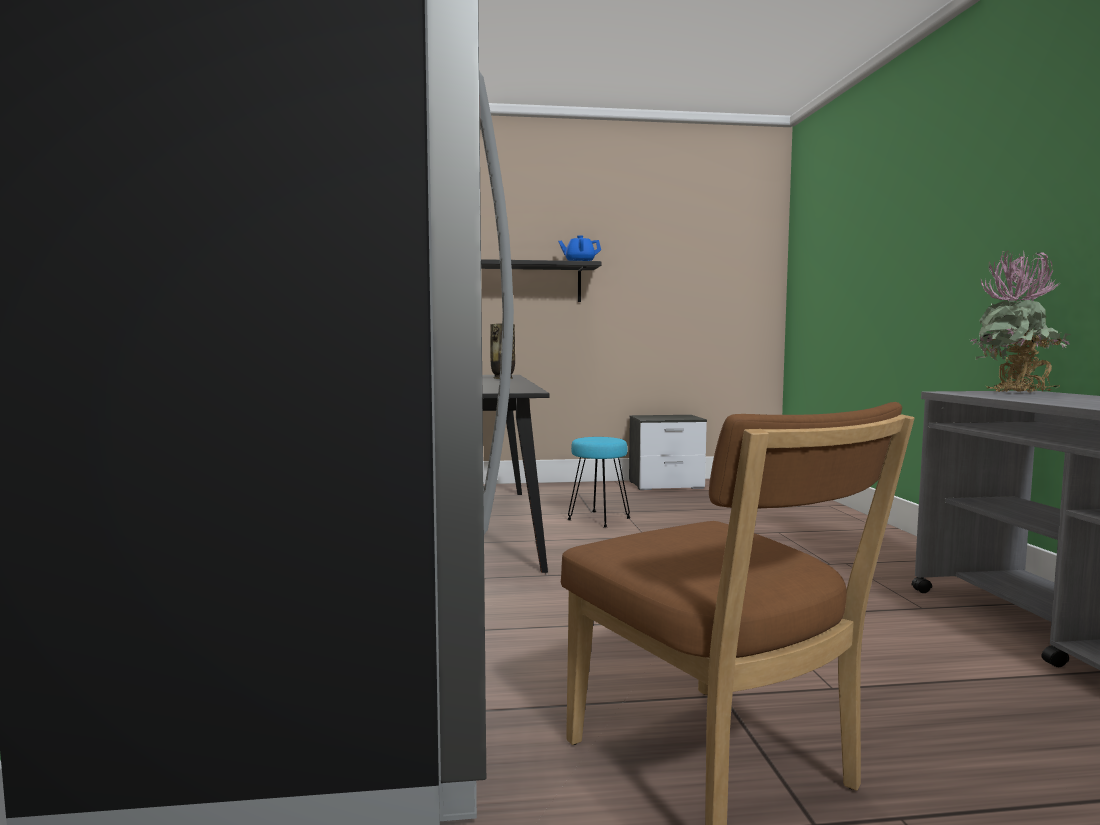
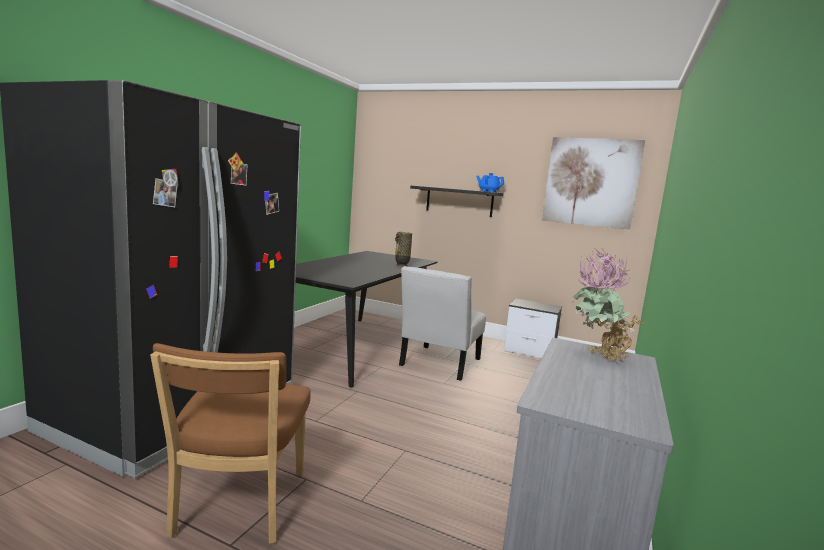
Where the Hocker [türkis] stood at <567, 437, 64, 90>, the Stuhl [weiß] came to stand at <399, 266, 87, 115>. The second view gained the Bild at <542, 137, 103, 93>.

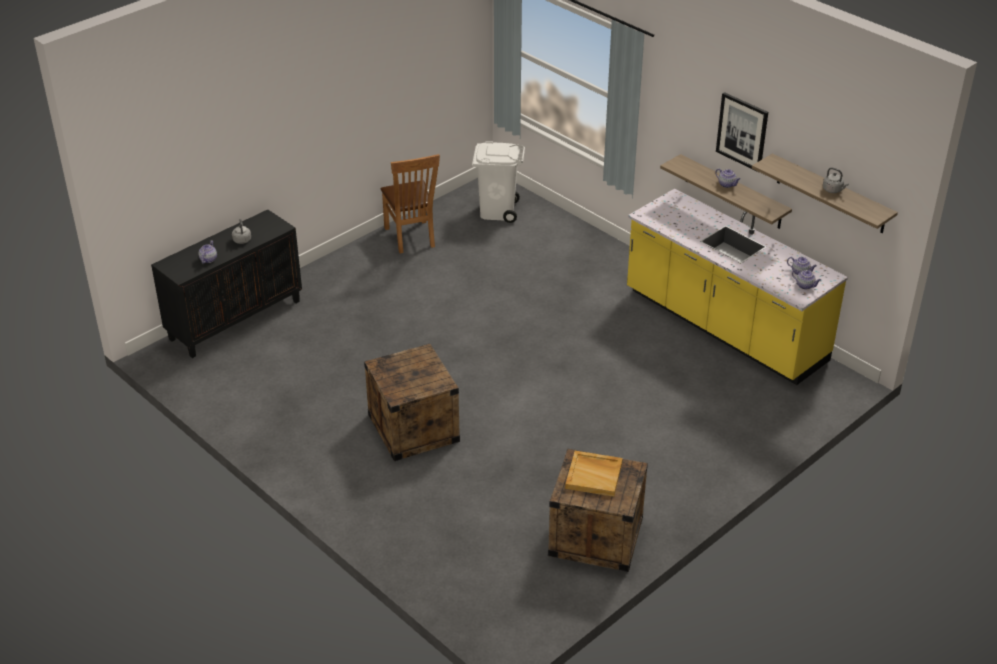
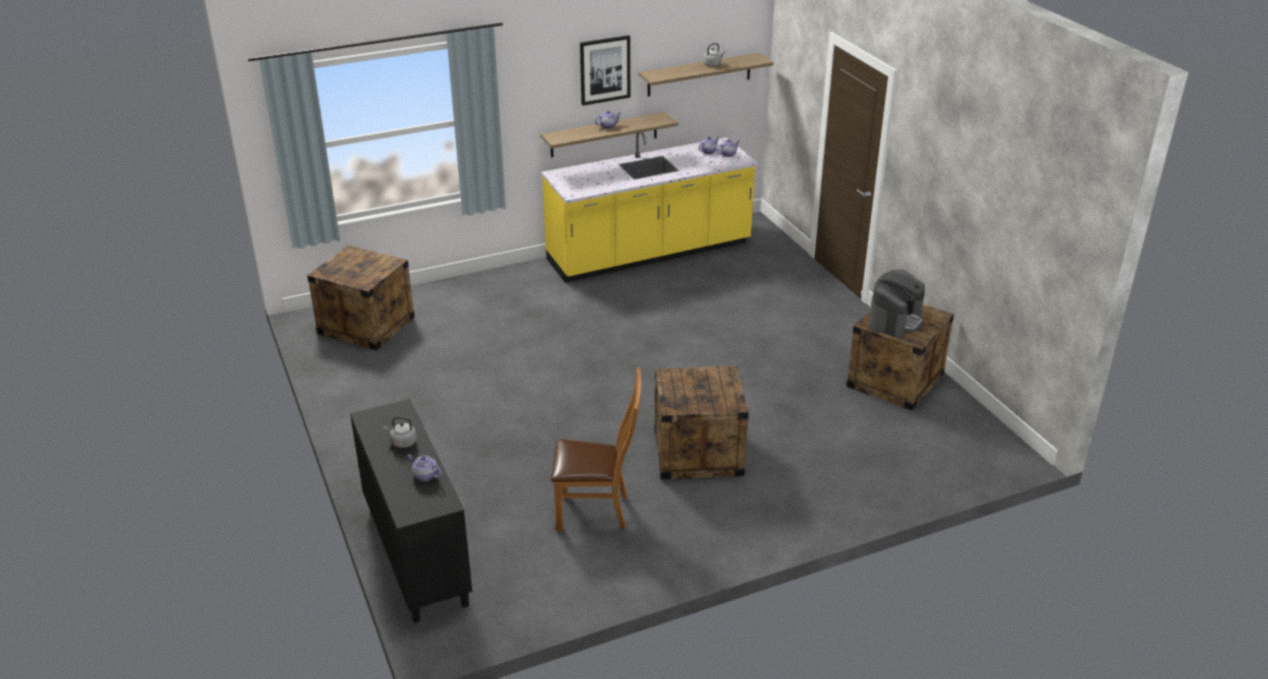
Where the Mülleimer [weiß] stood at <472, 141, 53, 82>, the Kiste came to stand at <307, 245, 108, 106>. The Stuhl [braun] ended up elsewhere, having gone from <381, 154, 59, 99> to <551, 367, 90, 164>. Where the Tablett [beige] stood at <565, 451, 58, 46>, the Kaffeemaschine came to stand at <869, 269, 56, 69>.

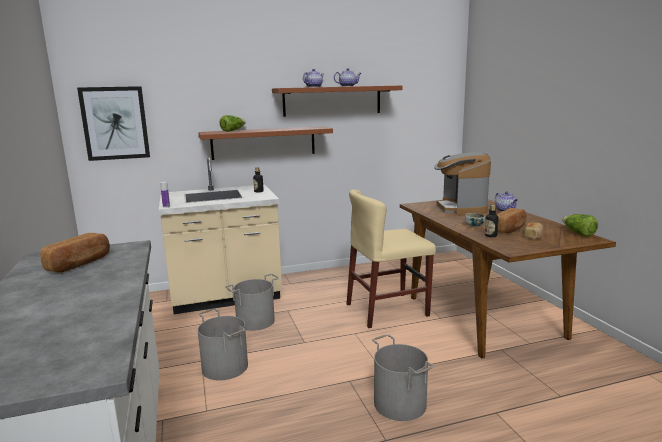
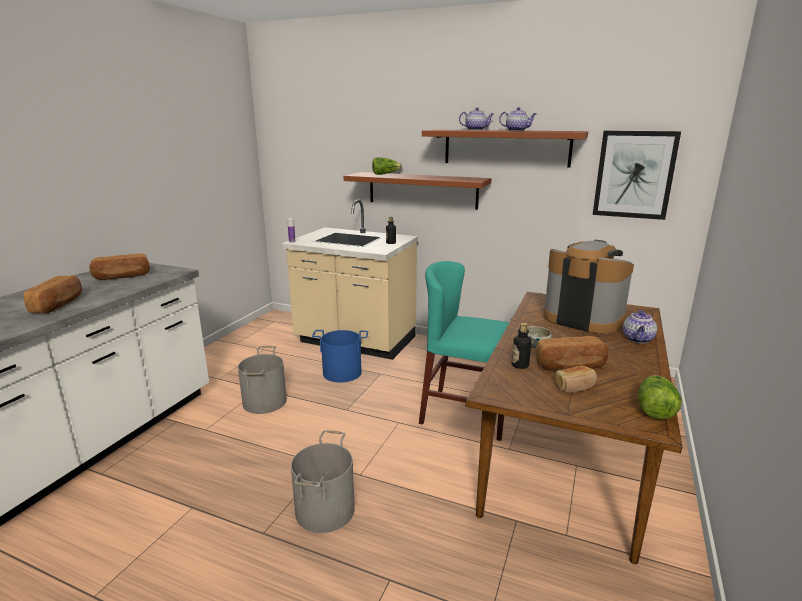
The second view gained the Brot at <23, 275, 59, 38>. What was the Eimer [grau] at <225, 274, 54, 57> turned into the Eimer [blau] at <312, 330, 56, 53>. What was the Stuhl [beige] at <347, 190, 89, 138> turned into the Stuhl [türkis] at <419, 261, 91, 180>. The Kaffeemaschine at <434, 152, 57, 63> ended up facing another way, 90 degrees clockwise from before. The Bild ended up elsewhere, having gone from <77, 86, 73, 75> to <593, 131, 88, 89>.

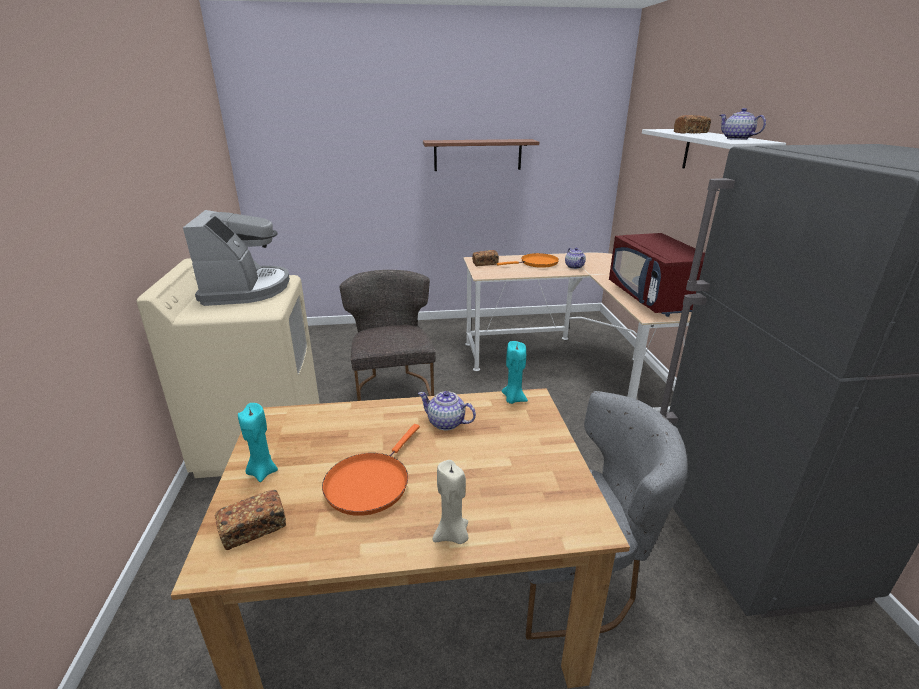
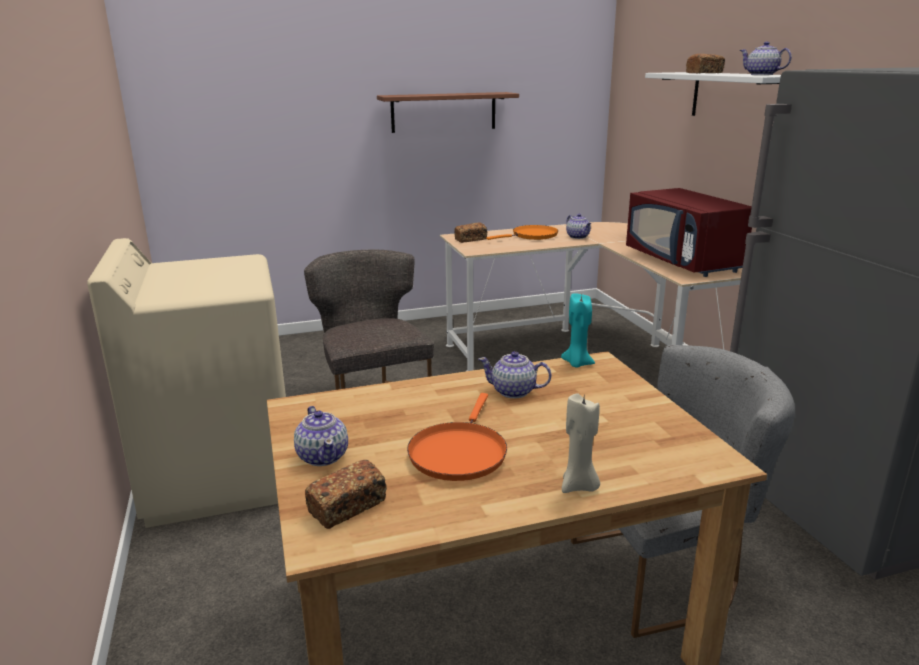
Where the Kerze [türkis] stood at <238, 403, 40, 79>, the Teekanne came to stand at <294, 406, 54, 60>. The second view lost the Kaffeemaschine at <183, 210, 107, 96>.

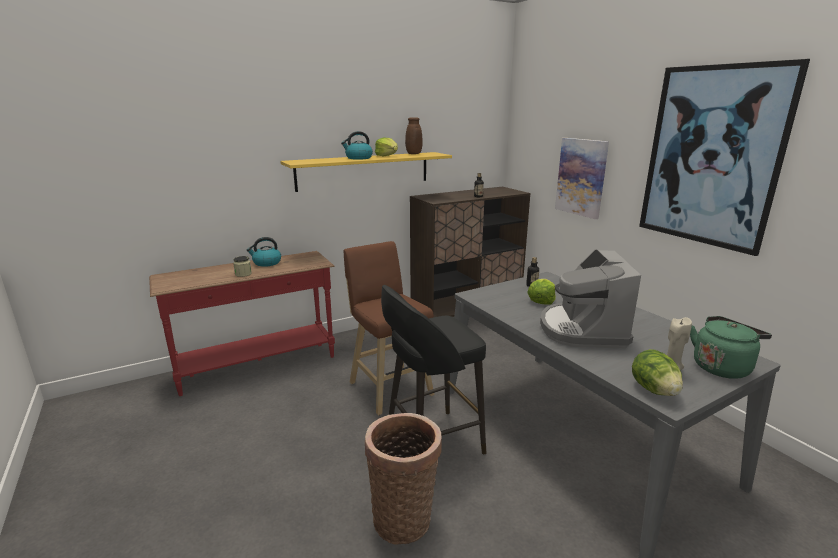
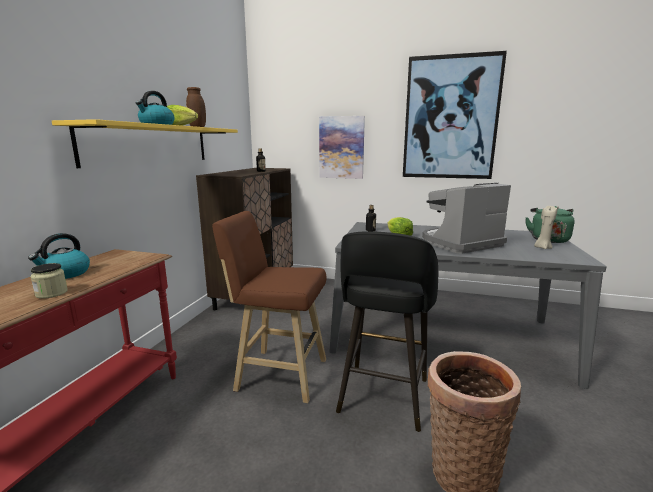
The Kaffeemaschine at <540, 249, 101, 99> ended up facing another way, 105 degrees clockwise from before. The second view lost the Salatkopf at <632, 349, 51, 47>.

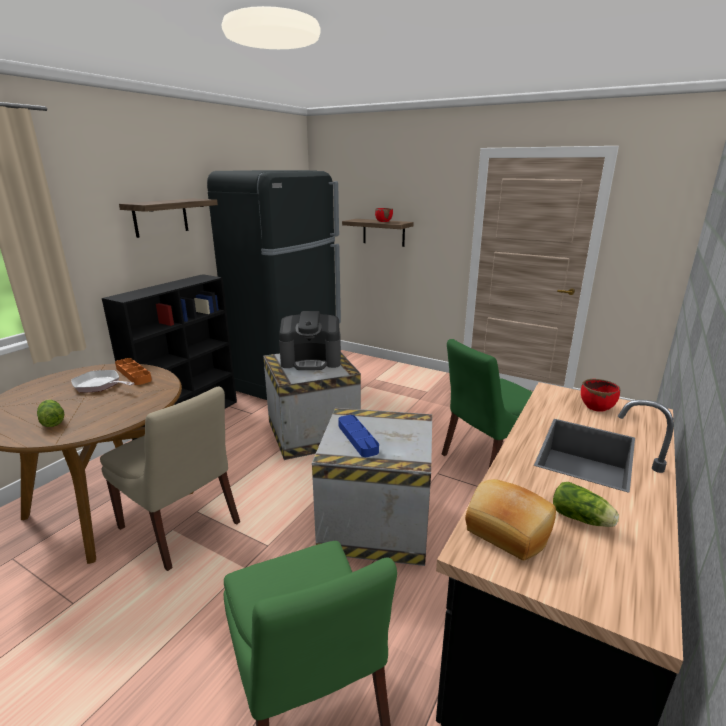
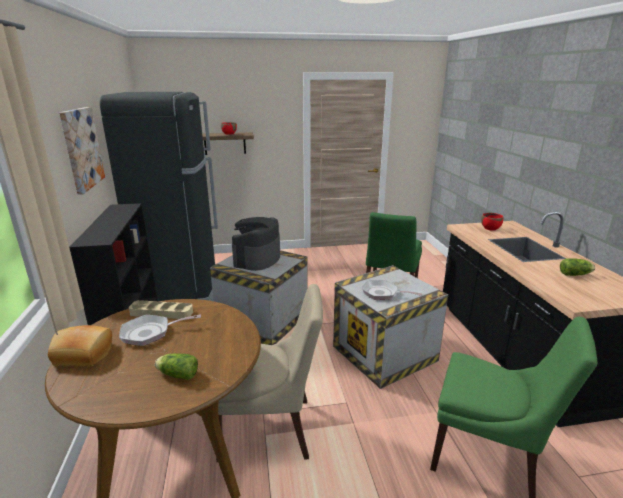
The Brot ended up elsewhere, having gone from <465, 479, 91, 81> to <48, 325, 64, 41>. Where the Wandregal hung at <119, 198, 99, 40>, the Bild came to hang at <59, 107, 46, 88>. What was the Tablett [orange] at <115, 358, 37, 27> turned into the Tablett [beige] at <129, 300, 64, 19>. The Kaffeemaschine at <279, 311, 62, 59> ended up facing another way, 150 degrees clockwise from before. Where the Tablett [blau] stood at <338, 415, 41, 42>, the Pfanne came to stand at <361, 280, 61, 20>.

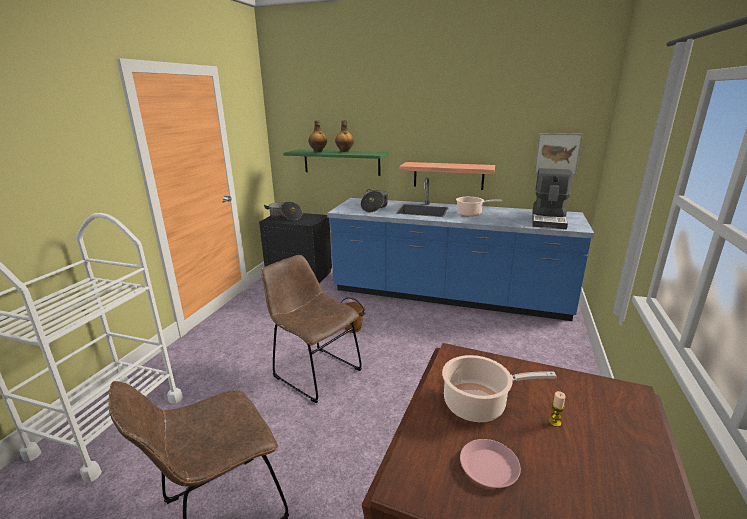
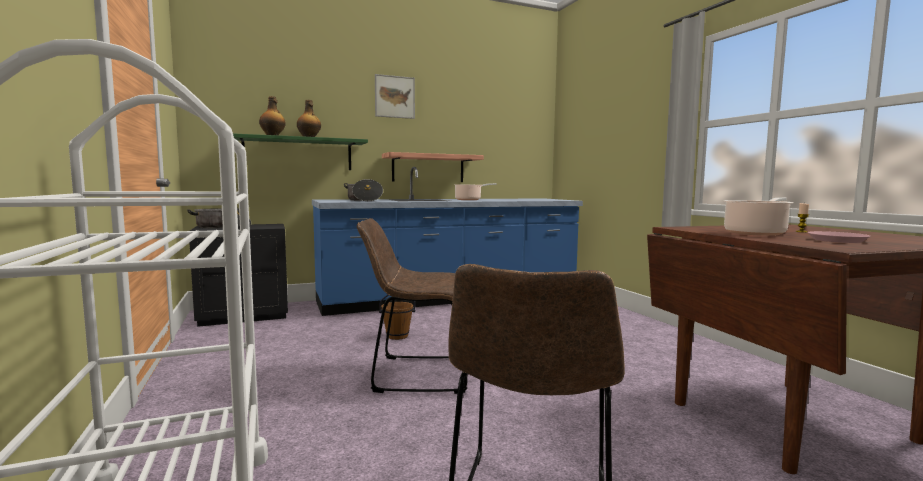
The Bild ended up elsewhere, having gone from <534, 133, 49, 42> to <375, 74, 40, 45>. The second view lost the Kaffeemaschine at <532, 168, 41, 61>.

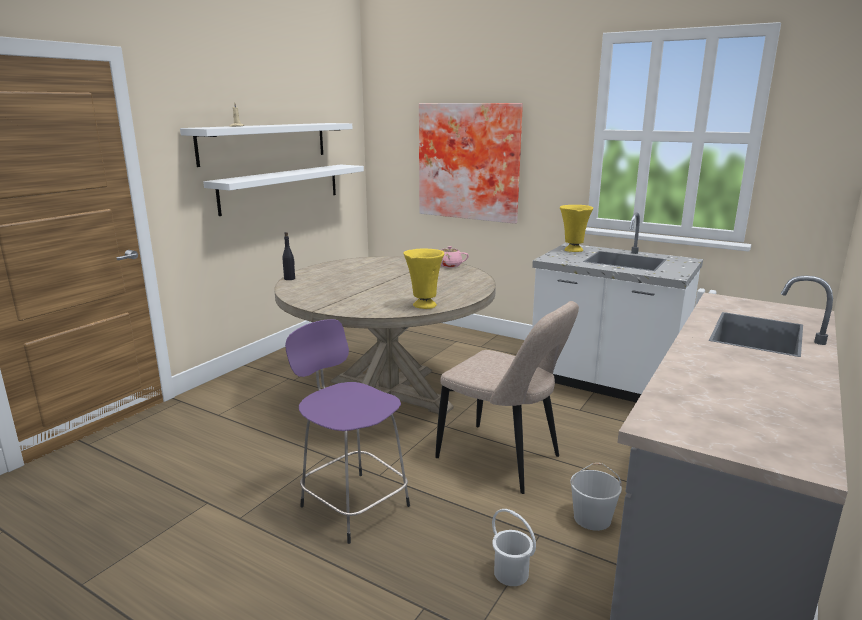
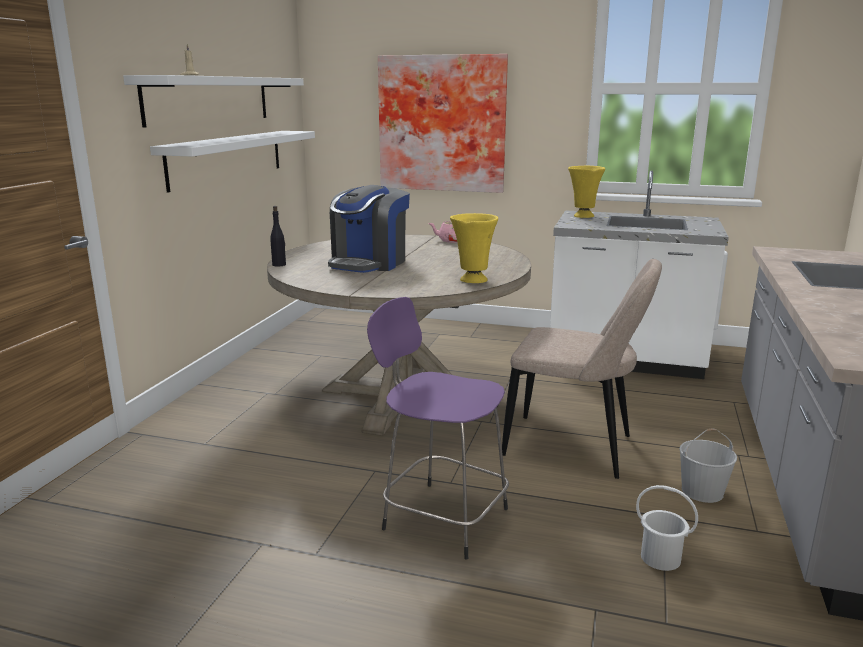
The second view gained the Kaffeemaschine at <328, 185, 82, 88>.

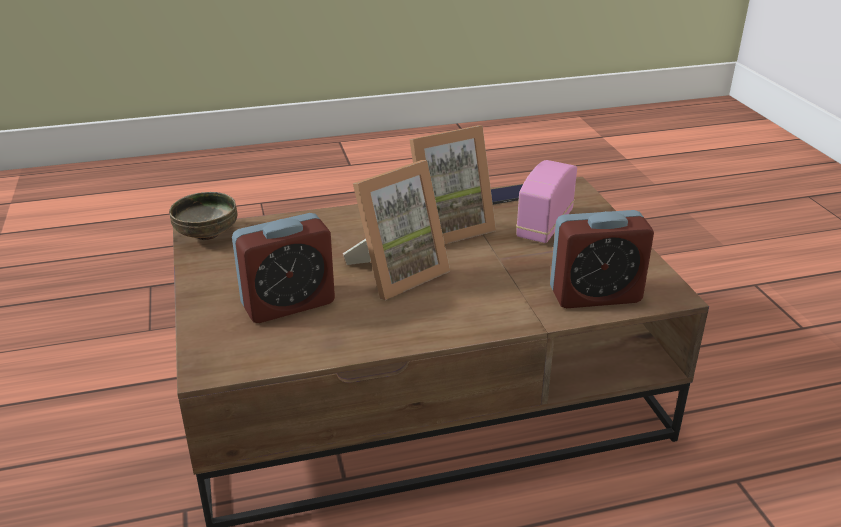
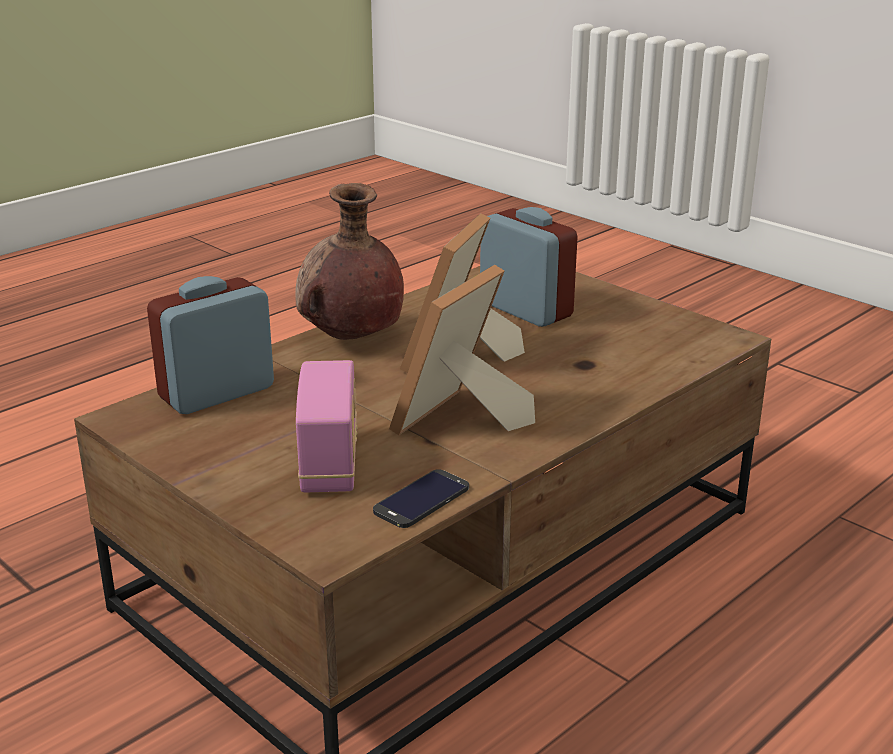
The second view gained the Vase [braun] at <295, 183, 109, 157>. The Wecker at <232, 213, 103, 110> ended up facing another way, 105 degrees clockwise from before. The second view lost the Schüssel at <169, 192, 68, 48>.

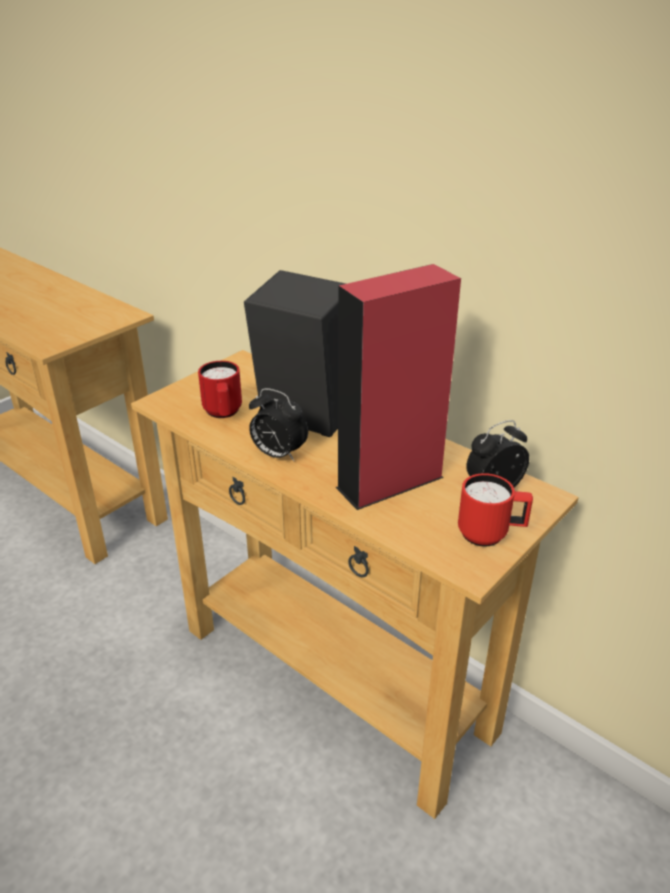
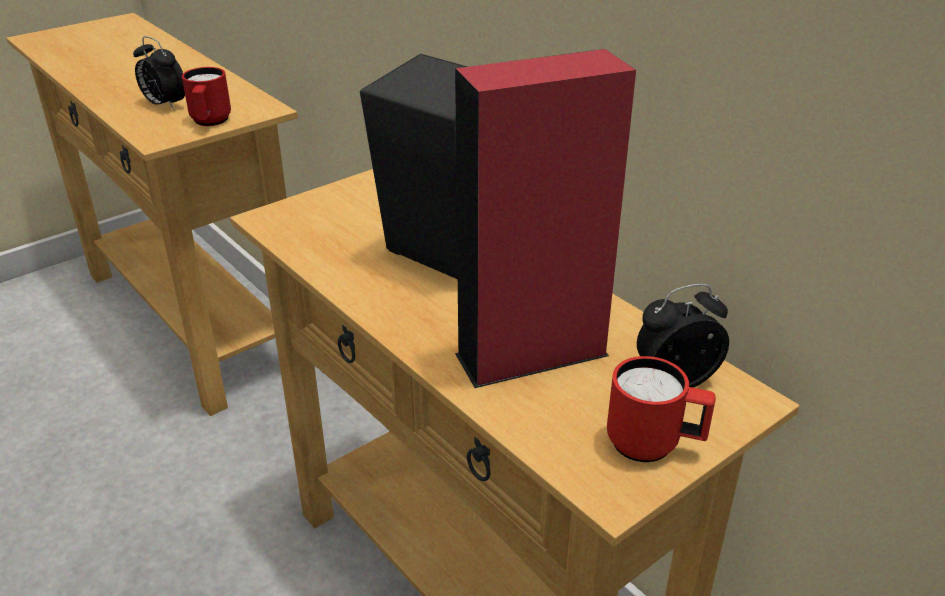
The Wecker ended up elsewhere, having gone from <249, 388, 59, 73> to <133, 36, 52, 74>. The Henkelbecher [rot] ended up elsewhere, having gone from <198, 361, 44, 57> to <182, 67, 49, 59>.

